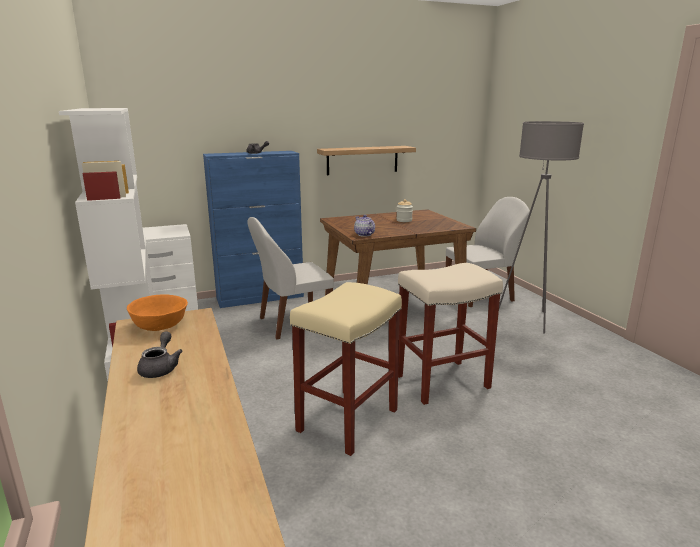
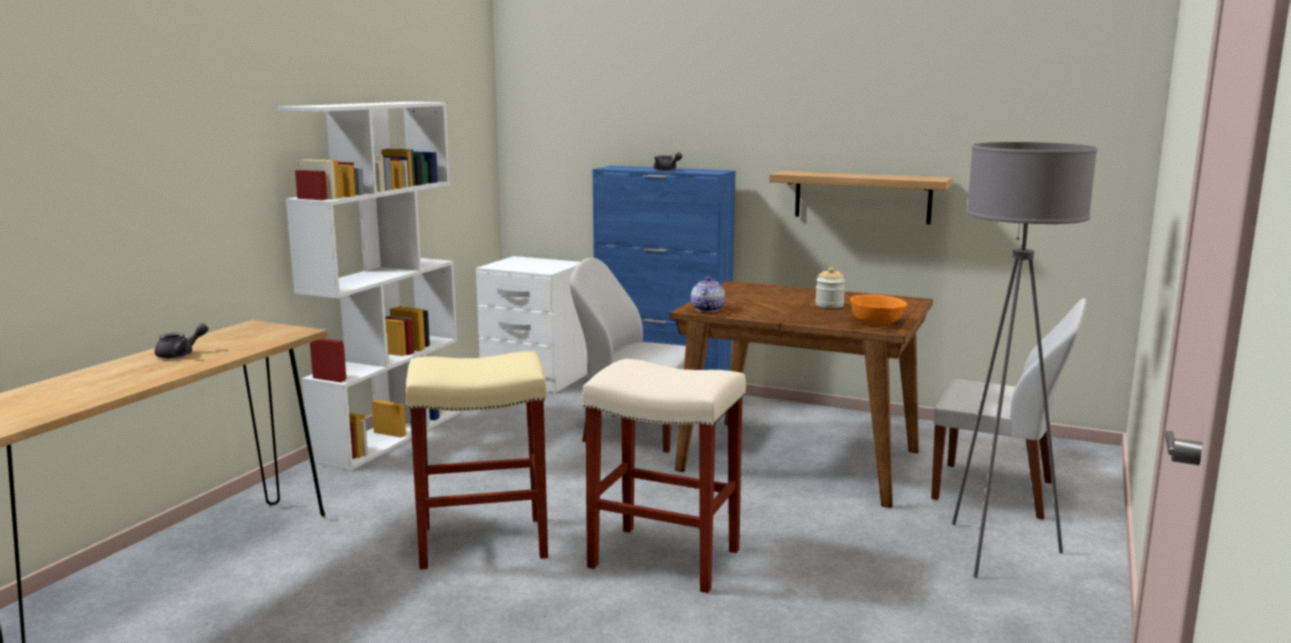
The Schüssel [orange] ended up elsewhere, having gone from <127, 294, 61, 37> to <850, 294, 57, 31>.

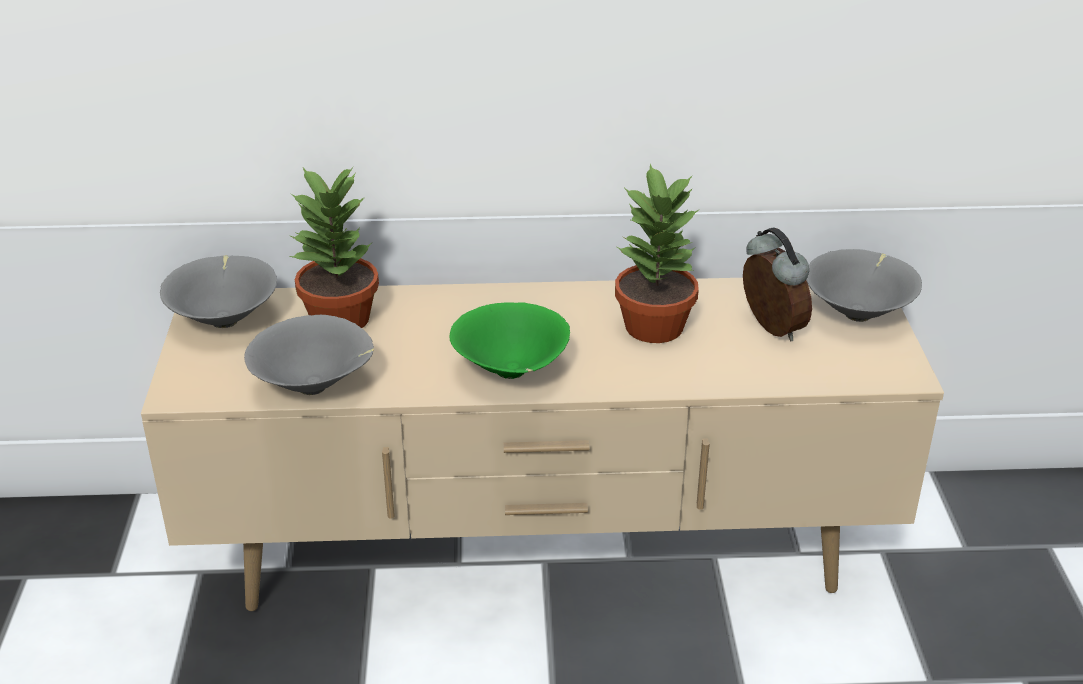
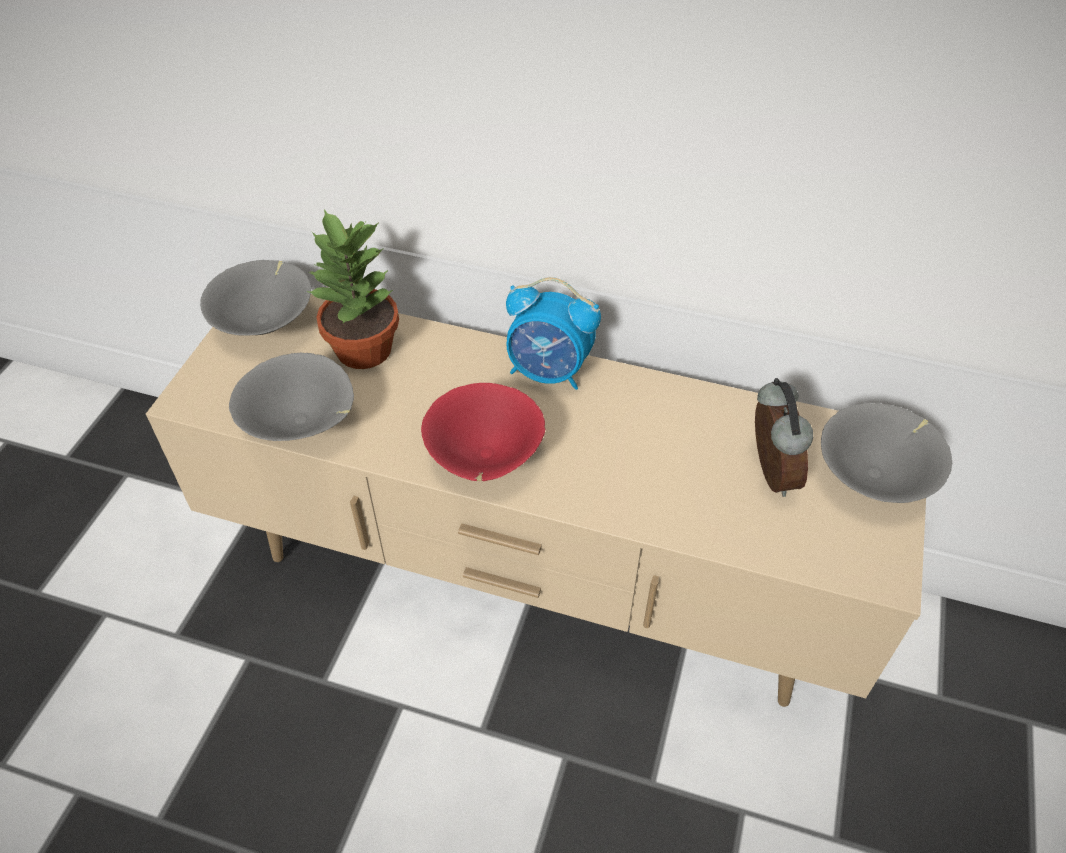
What was the Schüssel [grün] at <450, 302, 120, 77> turned into the Schüssel [rot] at <421, 383, 124, 98>. The second view gained the Wecker at <506, 277, 95, 113>. The second view lost the Topfpflanze at <615, 164, 85, 179>.

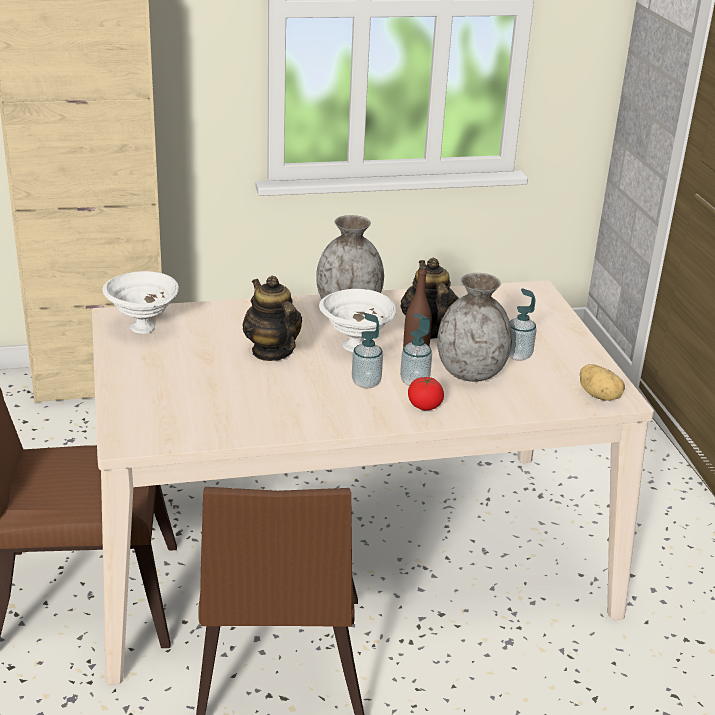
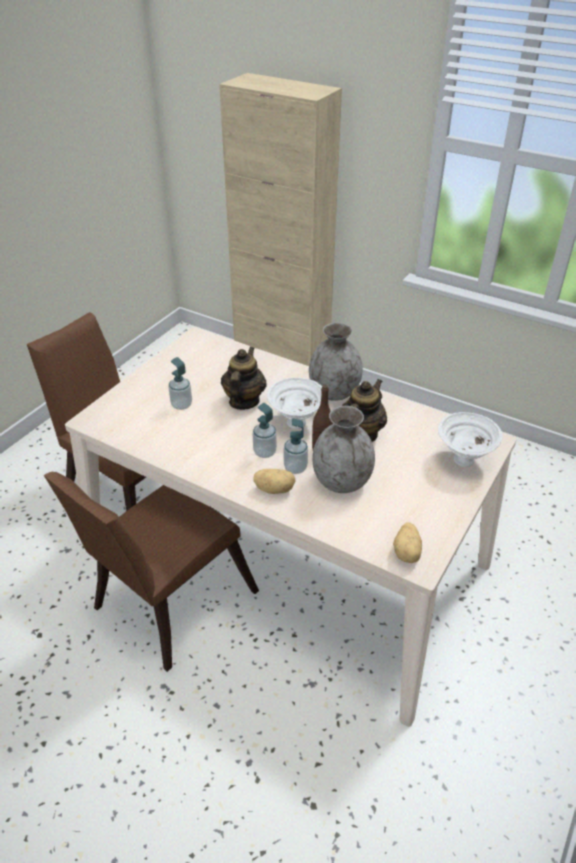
The Seifenspender ended up elsewhere, having gone from <509, 288, 27, 73> to <168, 357, 24, 53>. Where the Tomate stood at <408, 377, 36, 33>, the Kartoffel came to stand at <254, 469, 42, 25>. The Schüssel [weiß] ended up elsewhere, having gone from <102, 271, 77, 63> to <438, 412, 64, 55>.

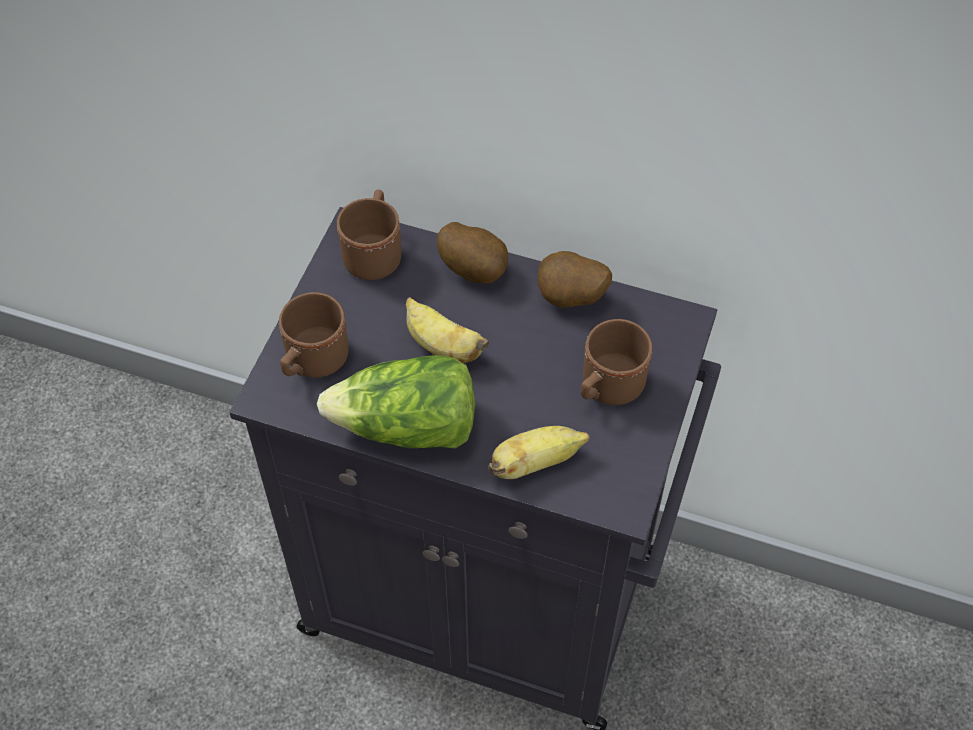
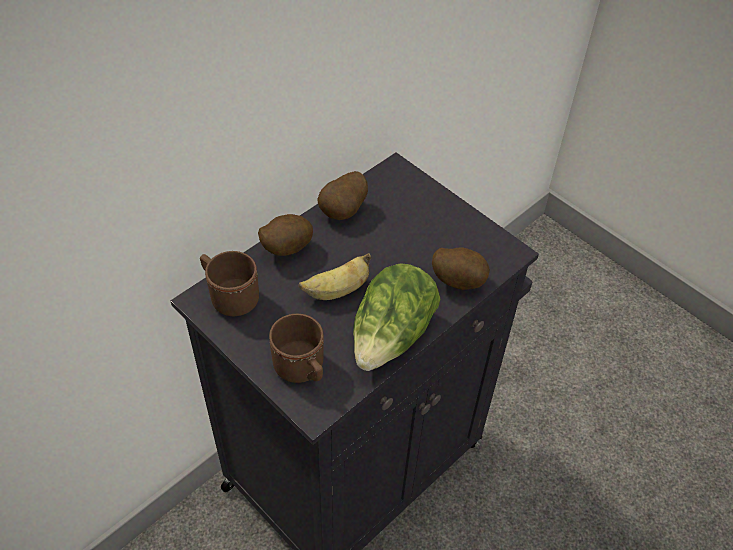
Where the Banane stood at <488, 426, 102, 53>, the Kartoffel came to stand at <432, 248, 58, 42>. The second view lost the Henkelbecher [braun] at <581, 319, 72, 86>.

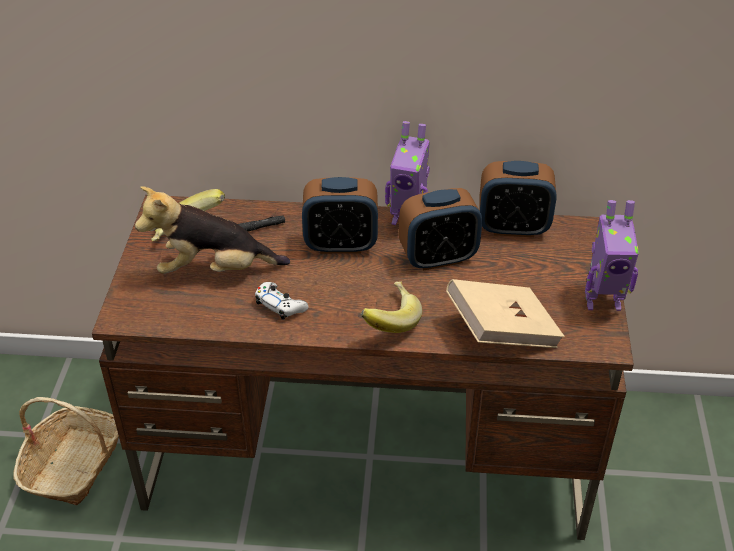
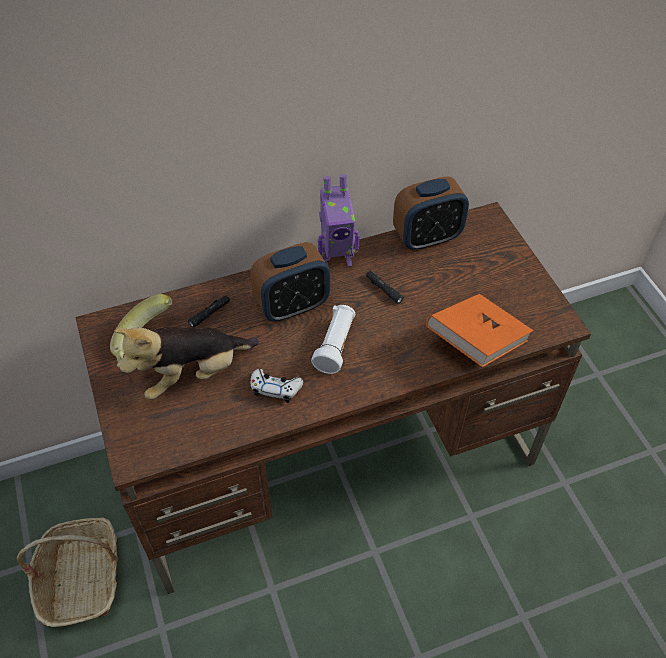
The second view gained the Taschenlampe [weiß] at <311, 305, 44, 69>. Where the Wecker stood at <399, 188, 83, 83>, the Taschenlampe [schwarz] came to stand at <366, 270, 38, 34>. What was the Buch [beige] at <446, 279, 119, 69> turned into the Buch [orange] at <426, 294, 107, 73>. The second view lost the Banane at <361, 281, 61, 52>. The second view lost the Spielzeugroboter at <585, 200, 54, 111>.

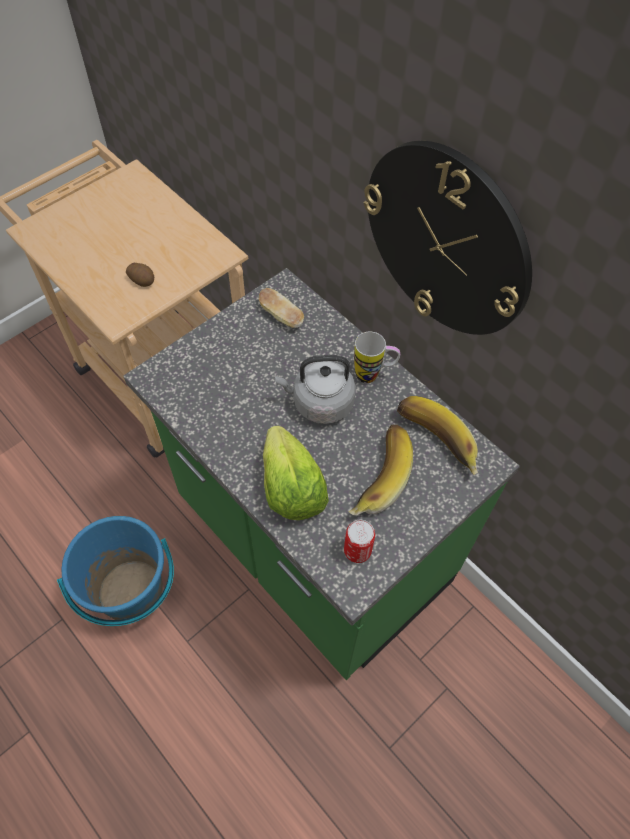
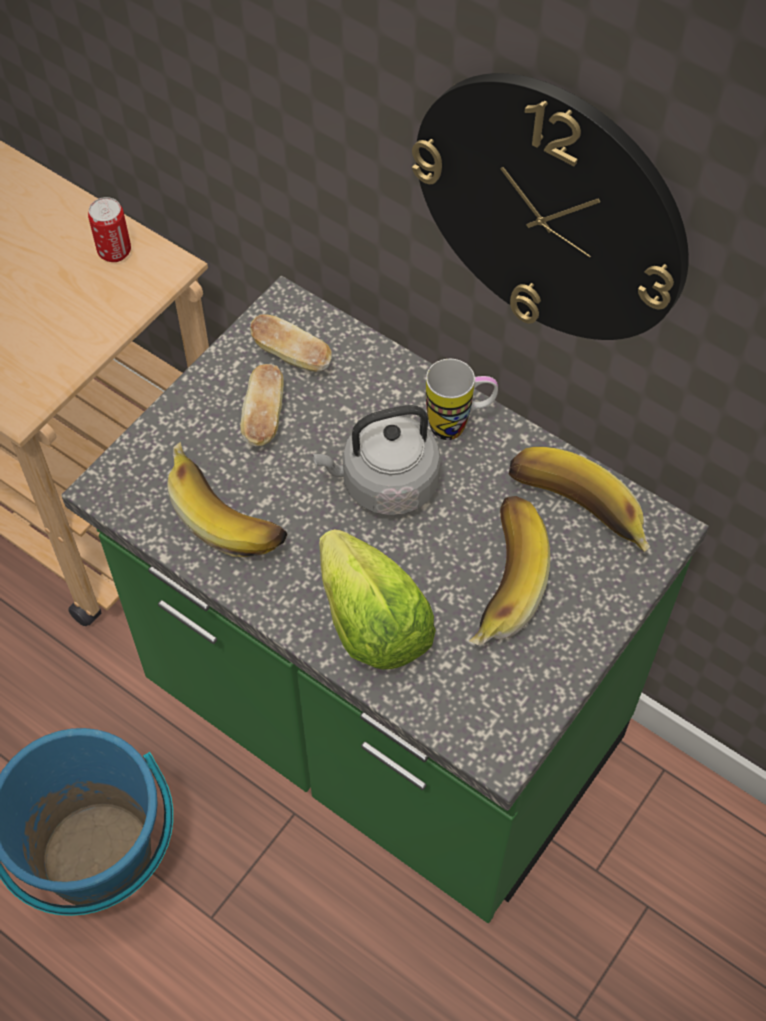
The Dose ended up elsewhere, having gone from <344, 520, 31, 43> to <88, 197, 43, 65>. The second view gained the Banane at <167, 442, 121, 115>. The second view gained the Brot at <240, 364, 44, 82>. The second view lost the Kartoffel at <126, 263, 28, 24>.

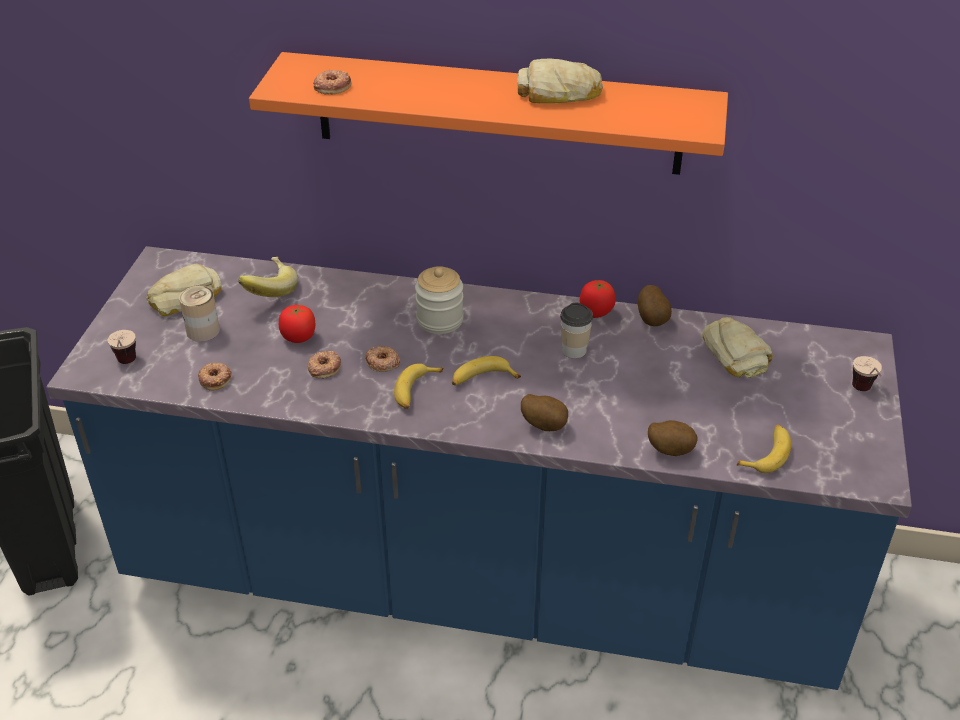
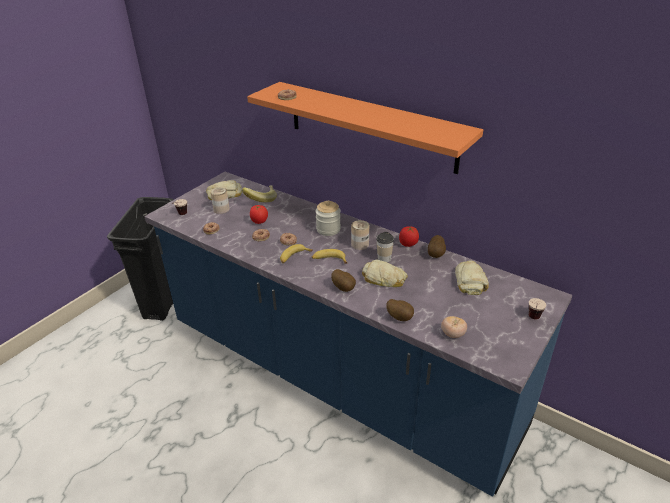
The second view gained the Dose at <351, 220, 18, 30>. The Brot ended up elsewhere, having gone from <517, 58, 86, 45> to <362, 260, 45, 27>. Where the Banane stood at <737, 425, 54, 48>, the Tomate came to stand at <441, 316, 26, 22>.

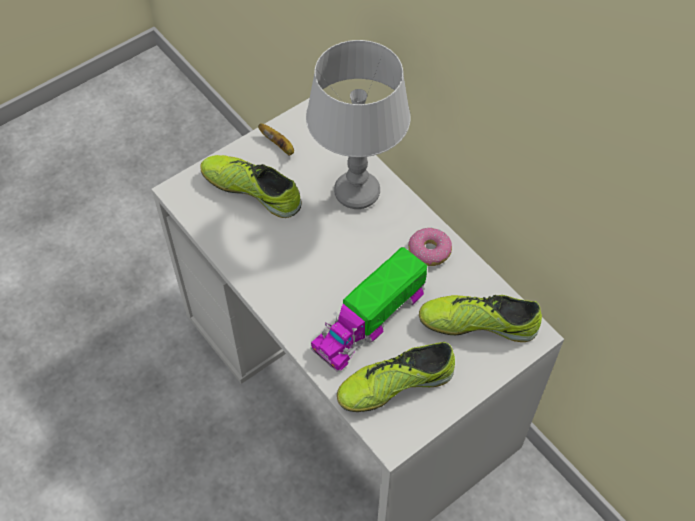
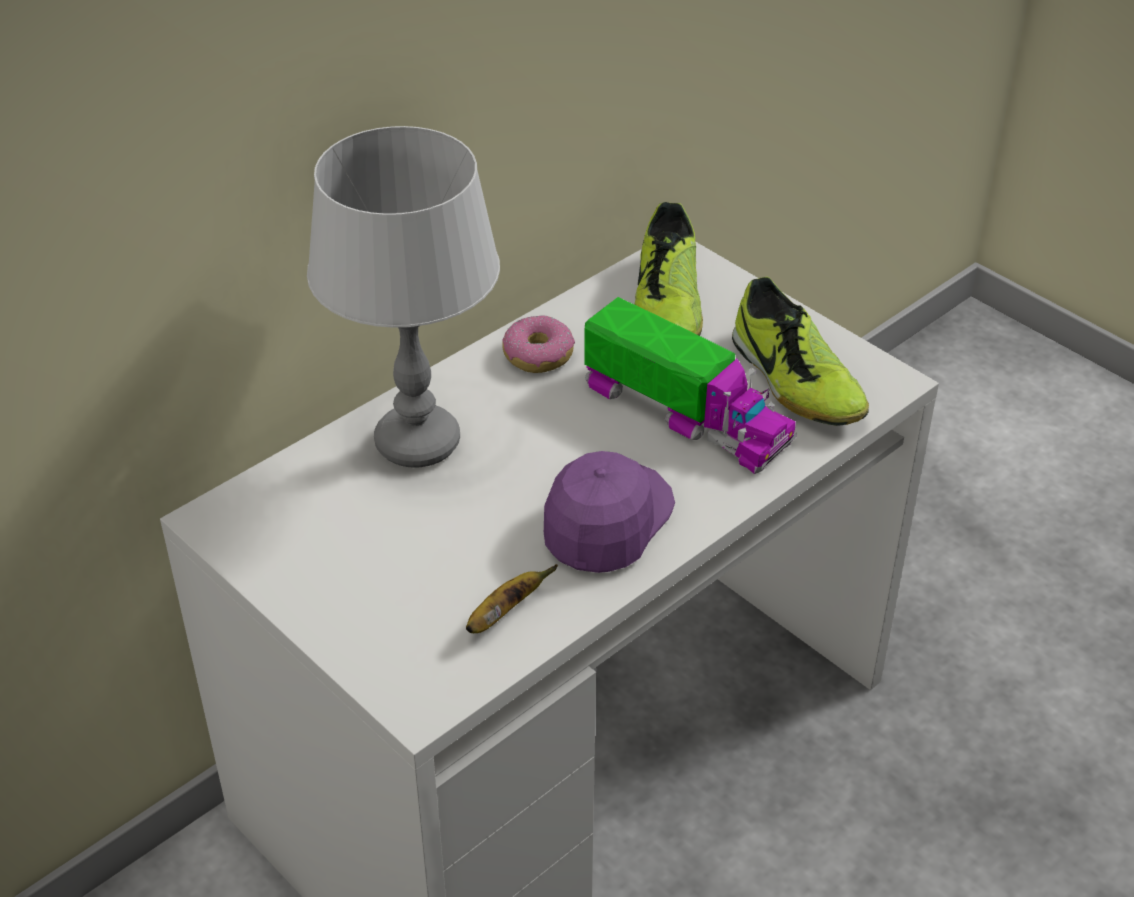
The Banane ended up elsewhere, having gone from <258, 124, 36, 32> to <466, 564, 92, 69>. The second view gained the Kappe [lila] at <543, 451, 132, 122>. The second view lost the Schuh at <200, 155, 102, 63>.

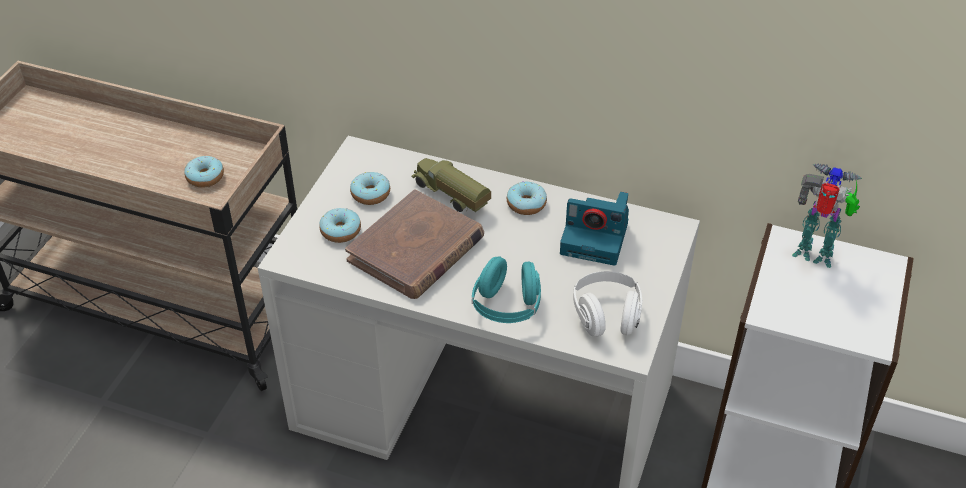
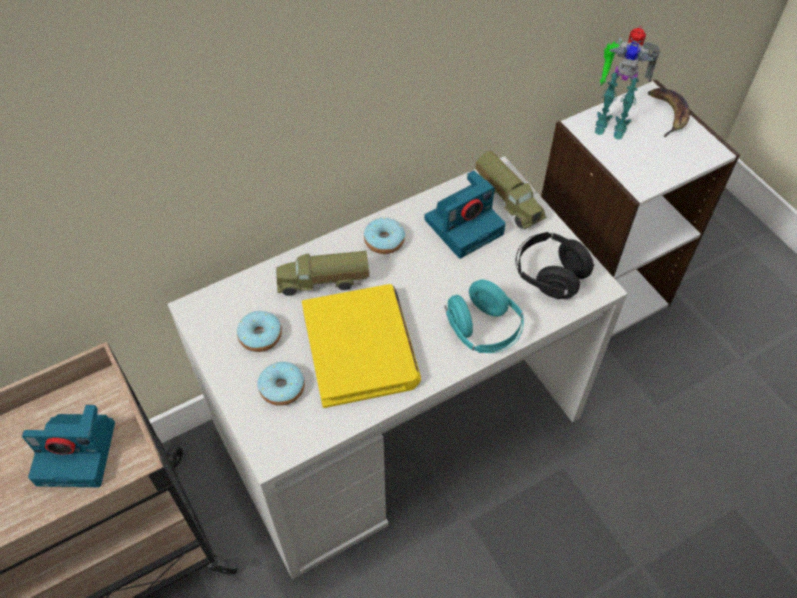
Where the Donut stood at <184, 156, 40, 32>, the Kamera came to stand at <22, 405, 93, 82>. What was the Buch [braun] at <345, 189, 139, 110> turned into the Buch [gelb] at <302, 284, 119, 124>. The second view gained the Spielzeuglaster at <475, 151, 72, 78>. What was the Kopfhörer [weiß] at <573, 271, 69, 66> turned into the Kopfhörer [schwarz] at <516, 232, 78, 67>. The Spielzeugroboter at <792, 163, 70, 105> ended up facing another way, 135 degrees counterclockwise from before. The second view gained the Banane at <648, 88, 42, 49>.

